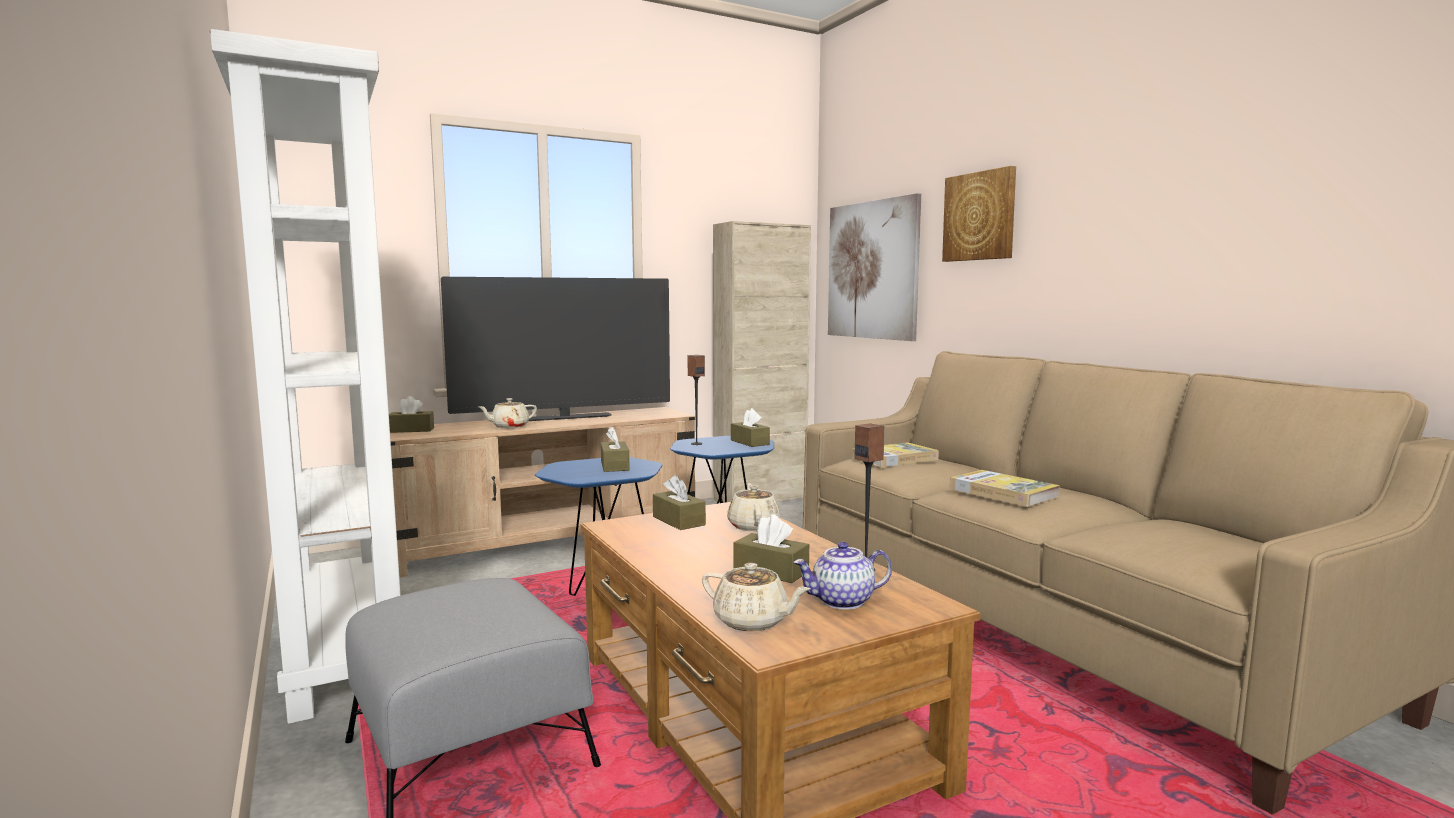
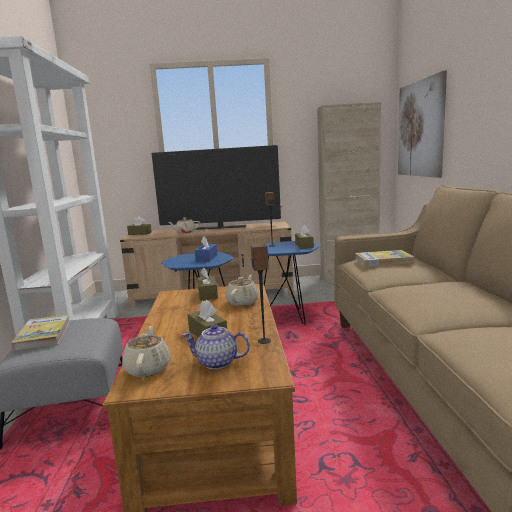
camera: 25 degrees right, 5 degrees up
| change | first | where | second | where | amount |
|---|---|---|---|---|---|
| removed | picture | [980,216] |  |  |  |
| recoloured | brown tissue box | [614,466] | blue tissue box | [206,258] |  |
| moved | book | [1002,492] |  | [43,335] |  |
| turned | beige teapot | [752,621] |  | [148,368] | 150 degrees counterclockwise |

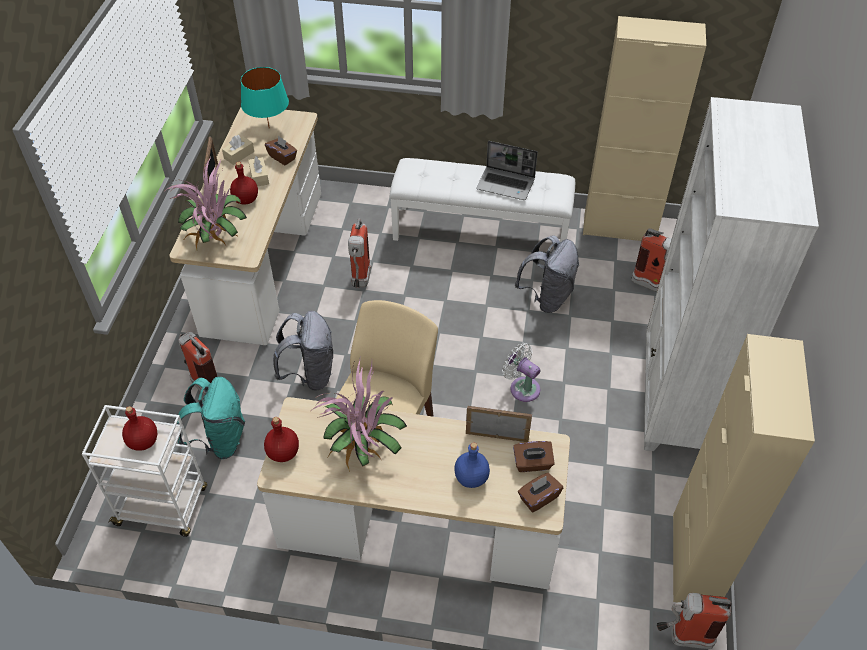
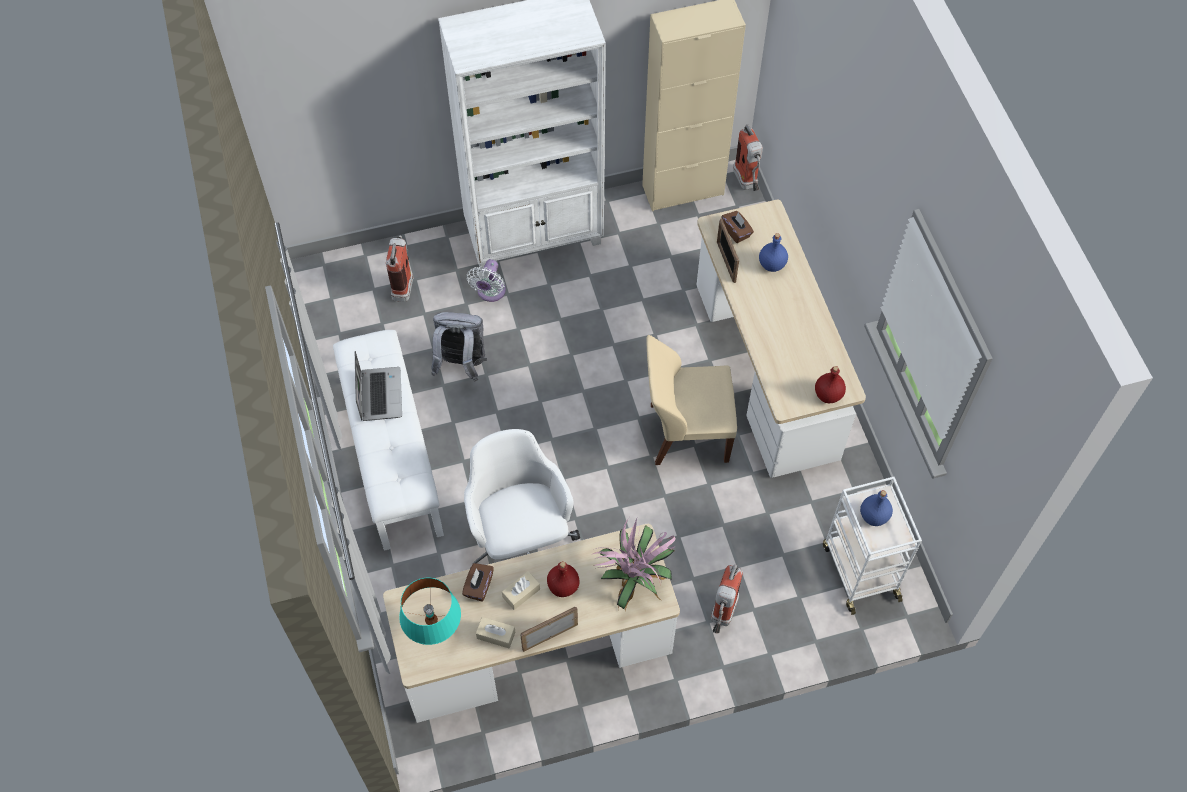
camera: 115 degrees left, 10 degrees up
| change | first | where | second | where | amount |
|---|---|---|---|---|---|
| removed | beige cabinet | [619,228] |  |  |  |
| replaced | fire extinguisher | [360,282] | white office chair | [520,538] |  |
| removed | grey backpack | [310,374] |  |  |  |
| moved | white fan | [522,387] |  | [490,292] |  |
| removed | potted plant | [363,450] |  |  |  |
| removed | turquoise backpack | [220,440] |  |  |  |
| recoloured | red bottle | [143,441] | blue bottle | [874,516] |  |
| removed | brown tissue box | [538,498] |  |  |  |

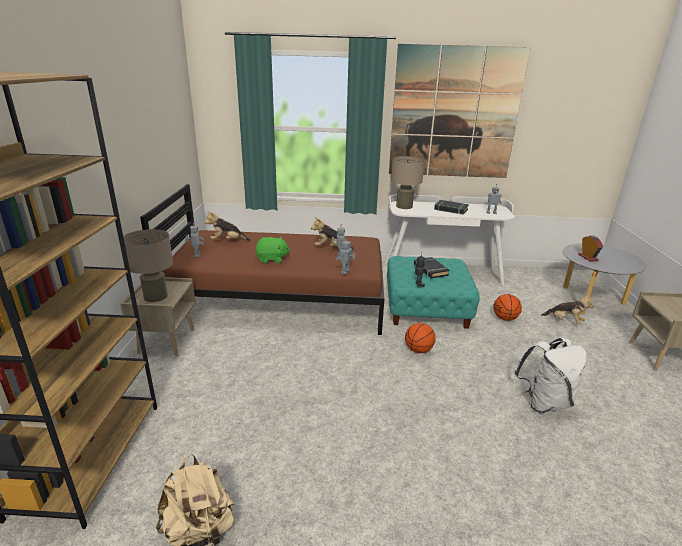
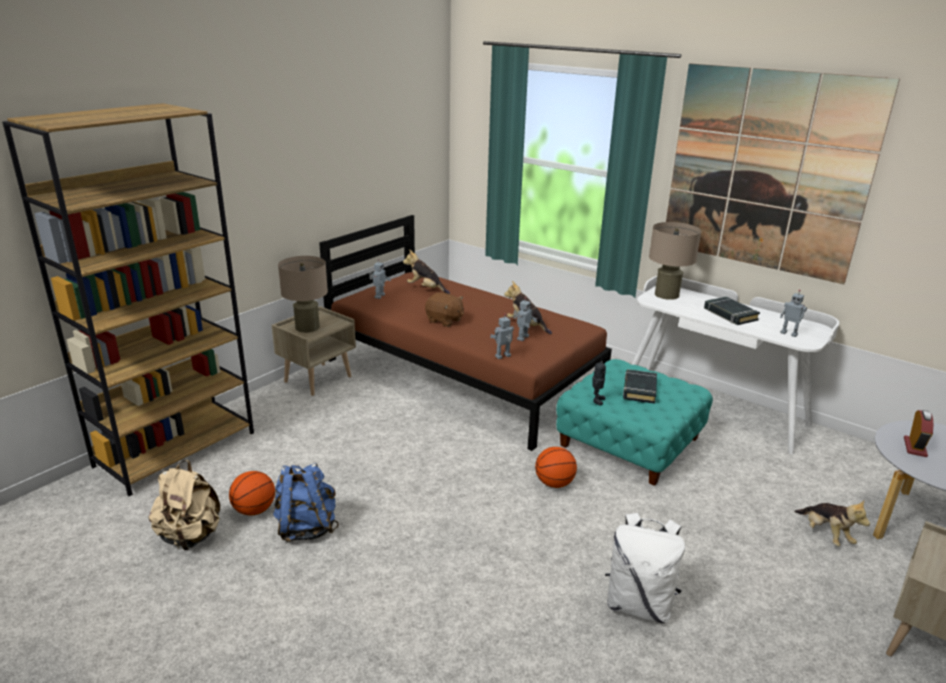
camera: 35 degrees right, 0 degrees up
| change | first | where | second | where | amount |
|---|---|---|---|---|---|
| recoloured | green plush toy | [272,259] | brown plush toy | [444,320] |  |
| moved | basketball | [505,318] |  | [254,510] |  |
| added |  |  | blue backpack | [306,527] |  |

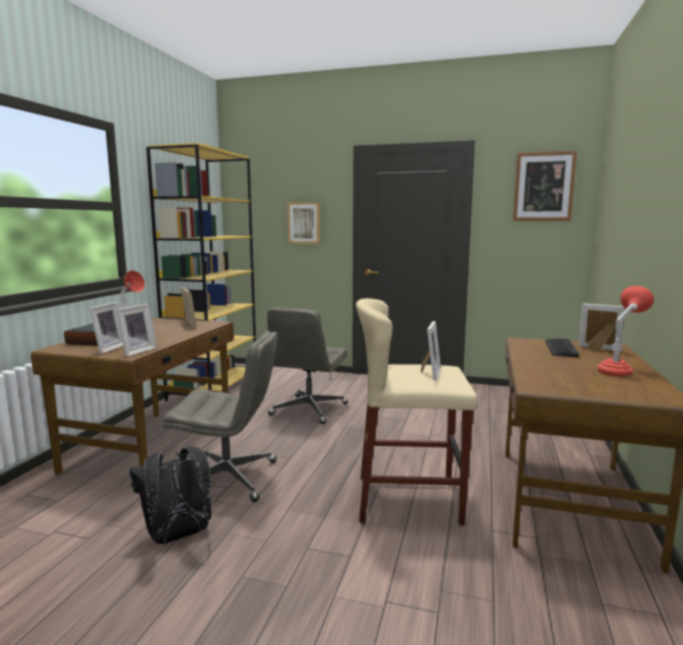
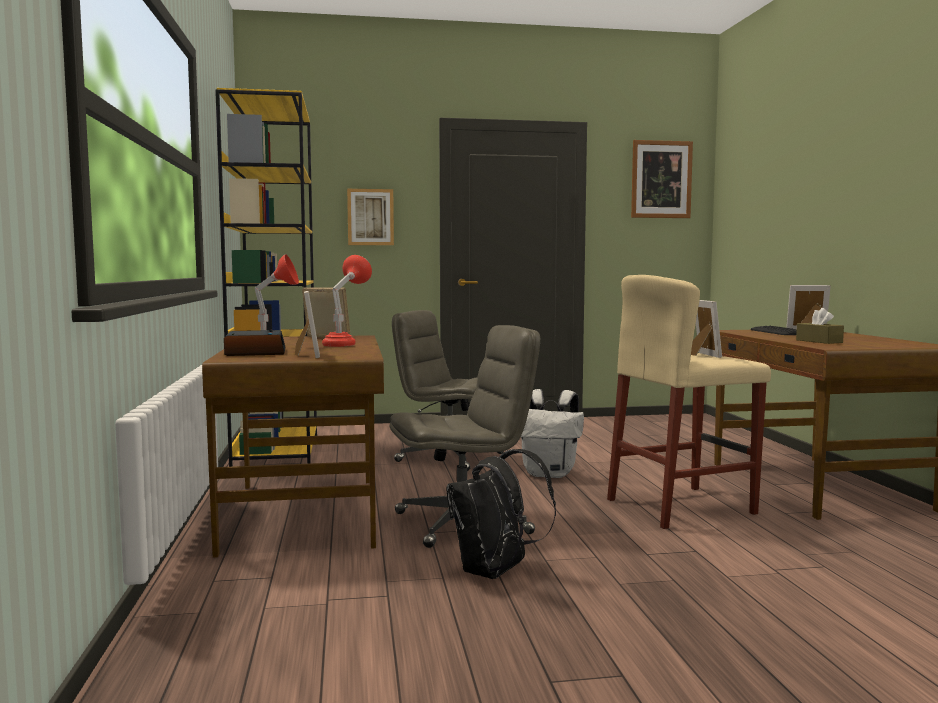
camera: 25 degrees left, 5 degrees down
| change | first | where | second | where | amount |
|---|---|---|---|---|---|
| moved | red table lamp | [619,370] |  | [345,344] |  |
| removed | picture frame | [136,351] |  |  |  |
| turned | grey office chair | [309,410] |  | [448,457] | 120 degrees clockwise |
| added |  |  | brown tissue box | [819,341] |  |
| added |  |  | white backpack | [550,474] |  |

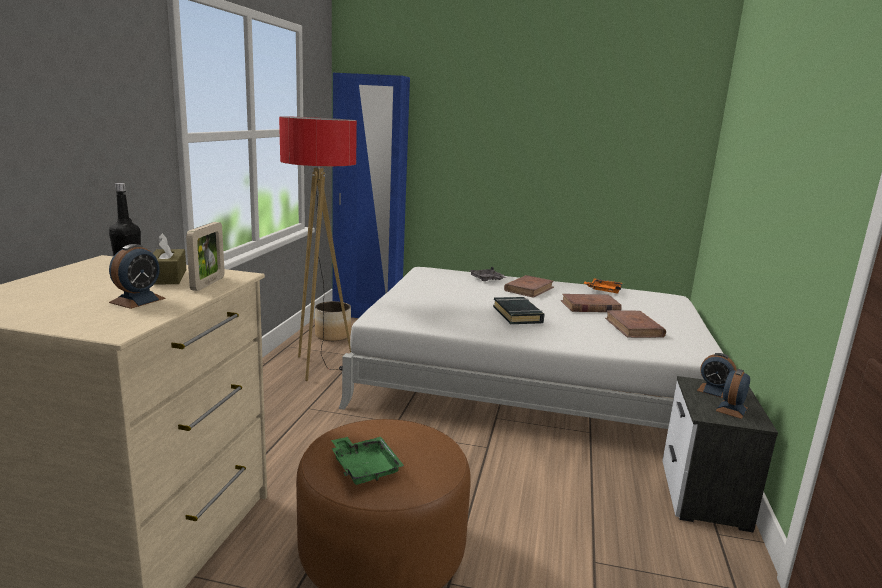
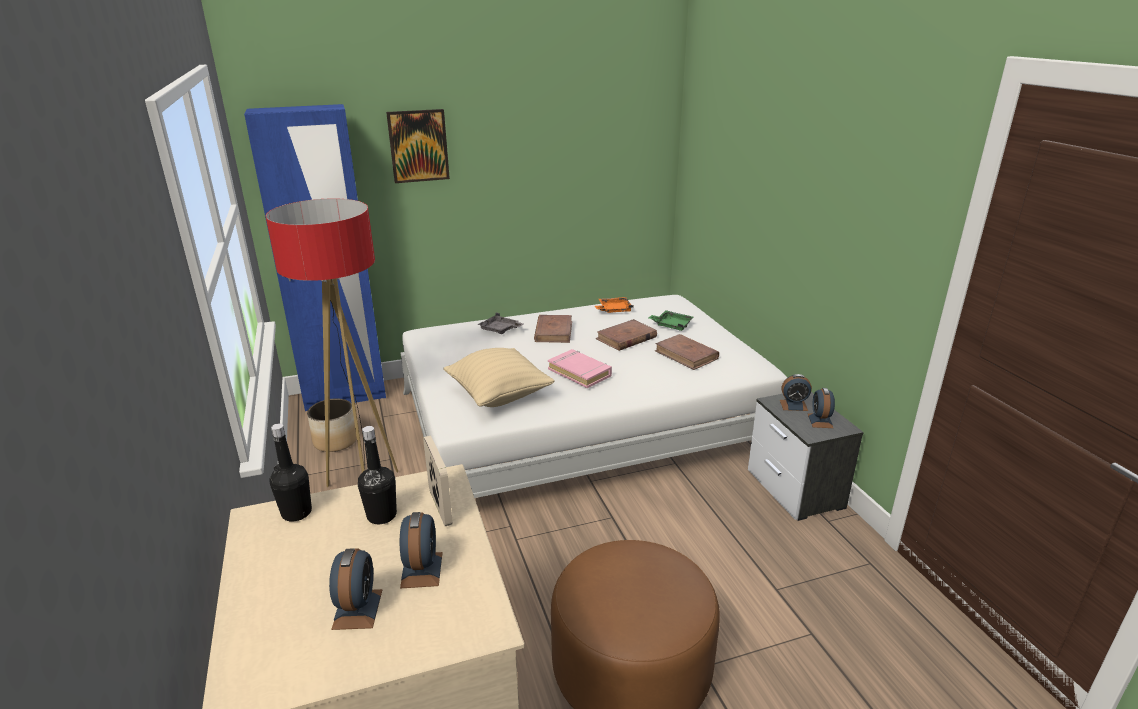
camera: 30 degrees left, 10 degrees up
| change | first | where | second | where | amount |
|---|---|---|---|---|---|
| replaced | brown tissue box | [168,277] | black bottle | [382,515] |  |
| recoloured | black book | [518,315] | pink book | [580,372] |  |
| moved | green tray | [365,467] |  | [671,325] |  |
| added |  |  | picture | [418,146] |  |
| added |  |  | beige pillow | [499,396] |  |
| added |  |  | alarm clock | [357,609] |  |

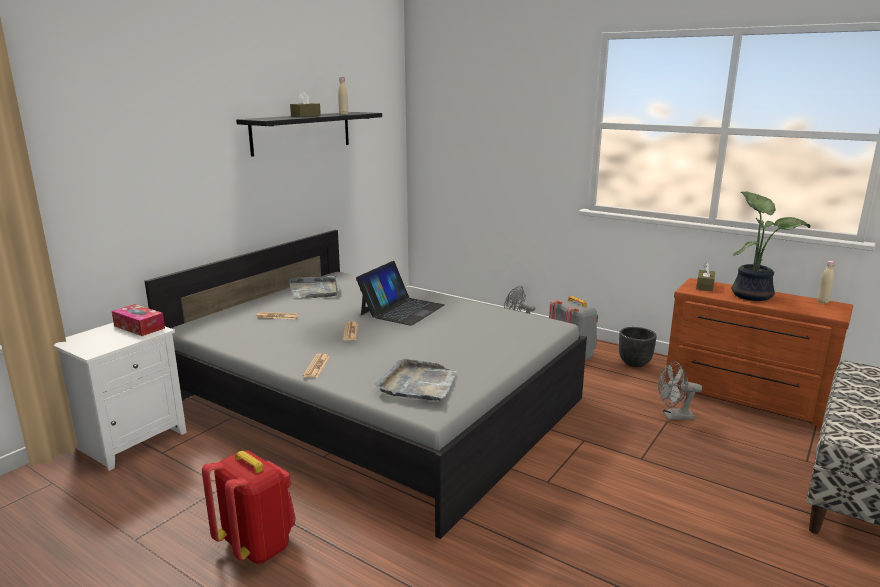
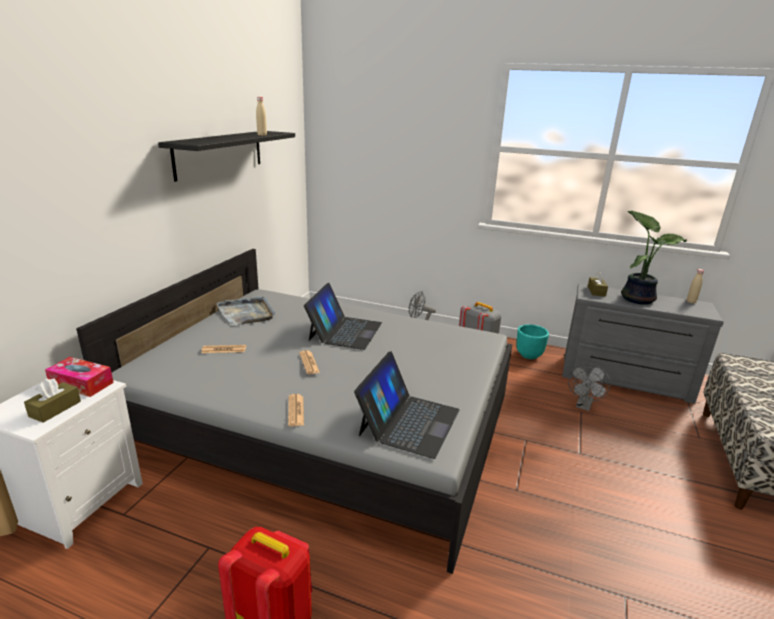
camera: 15 degrees left, 5 degrees up
| change | first | where | second | where | amount |
|---|---|---|---|---|---|
| moved | brown tissue box | [305,116] |  | [55,409] |  |
| recoloured | brown dresser | [744,397] | grey dresser | [625,380] |  |
| recoloured | black planter | [634,363] | turquoise planter | [529,355] |  |
| replaced | grey tray | [418,384] | laptop | [408,422] |  |
| turned | grey fan | [673,416] |  | [584,406] | 45 degrees counterclockwise |

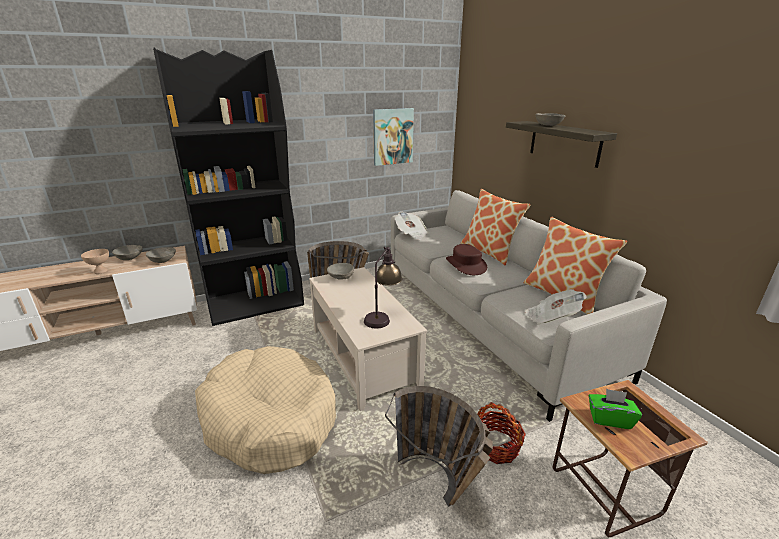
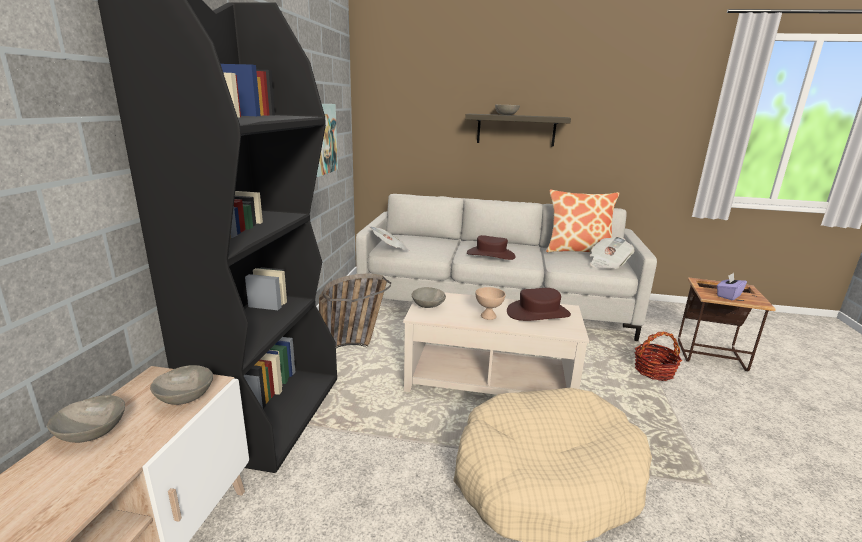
camera: 55 degrees left, 5 degrees down
| change | first | where | second | where | amount |
|---|---|---|---|---|---|
| removed | pillow | [489,252] |  |  |  |
| replaced | table lamp | [382,316] | brown hat | [538,313] |  |
| moved | beige bowl | [101,271] |  | [488,316] |  |
| removed | basket | [441,487] |  |  |  |
| recoloured | green tissue box | [609,419] | purple tissue box | [728,295] |  |

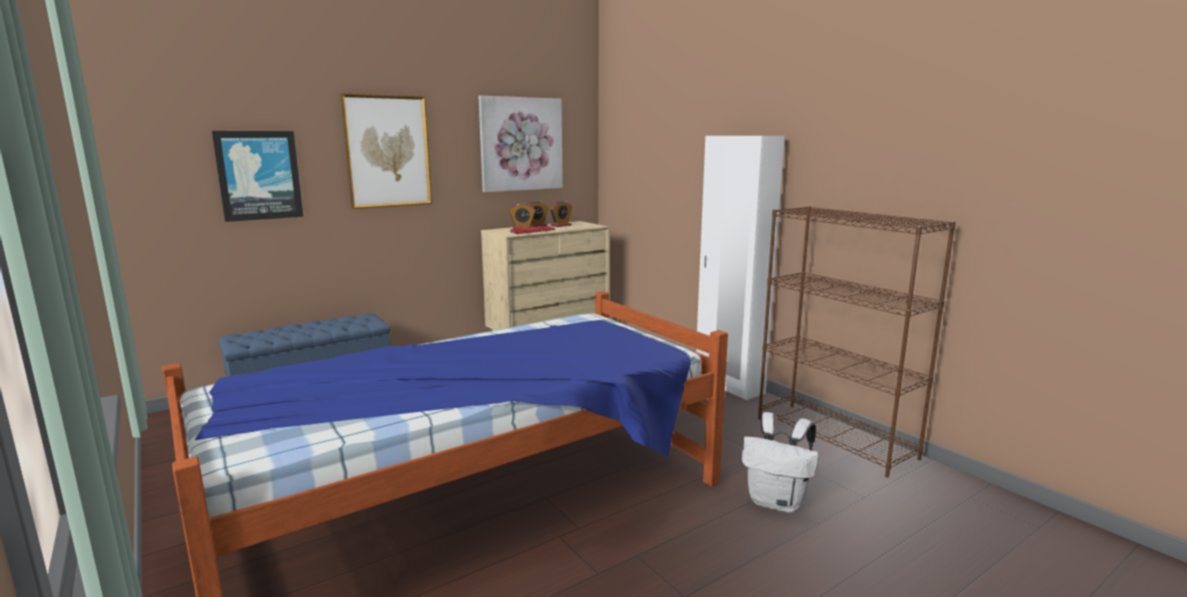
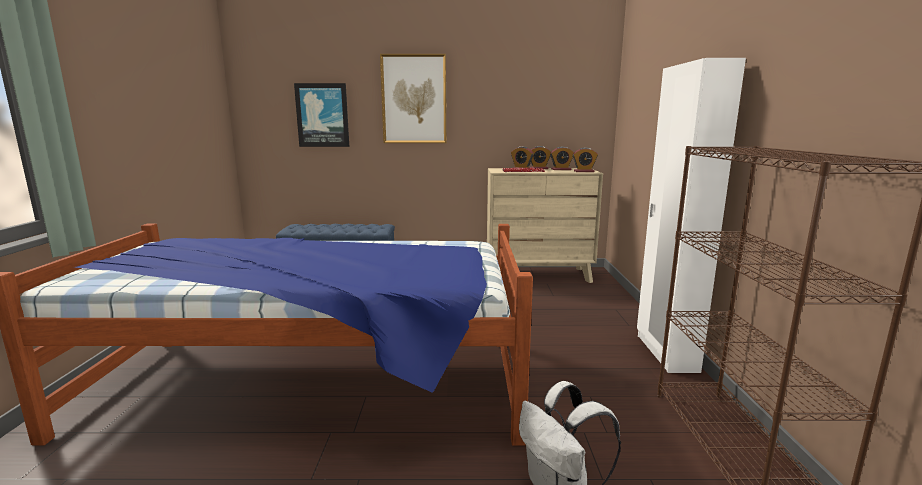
camera: 35 degrees right, 0 degrees up
| change | first | where | second | where | amount |
|---|---|---|---|---|---|
| removed | picture | [521,144] |  |  |  |
| added |  |  | alarm clock | [584,171] |  |

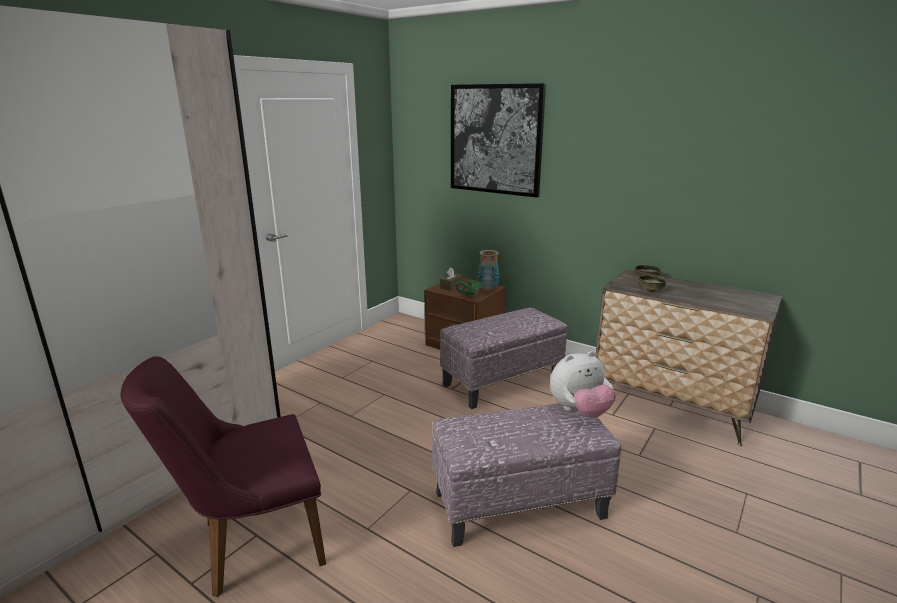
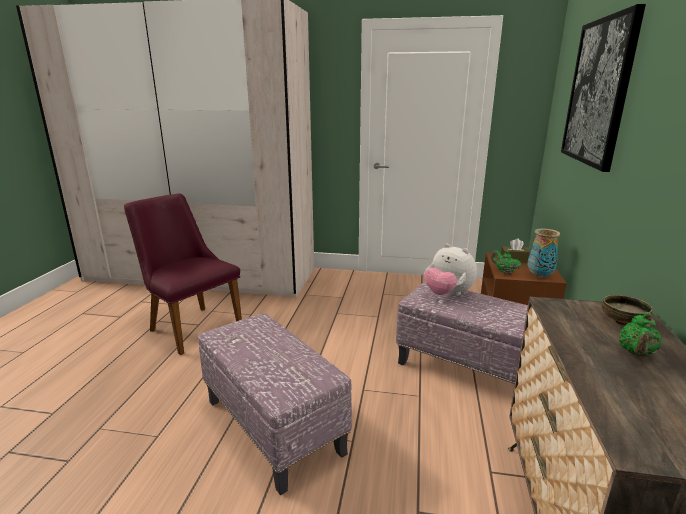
camera: 65 degrees right, 0 degrees up
| change | first | where | second | where | amount |
|---|---|---|---|---|---|
| removed | bowl | [650,290] |  |  |  |
| moved | plush toy | [579,411] |  | [447,294] |  |
| added |  |  | green teapot | [636,353] |  |

